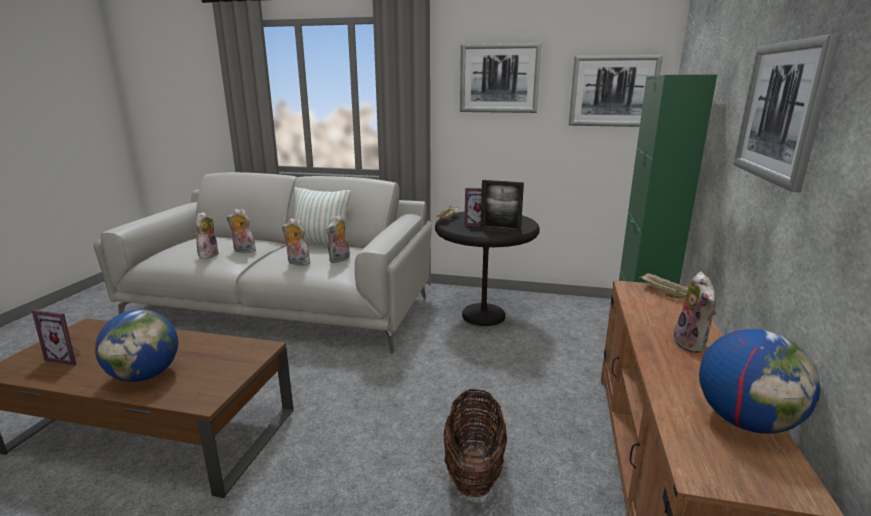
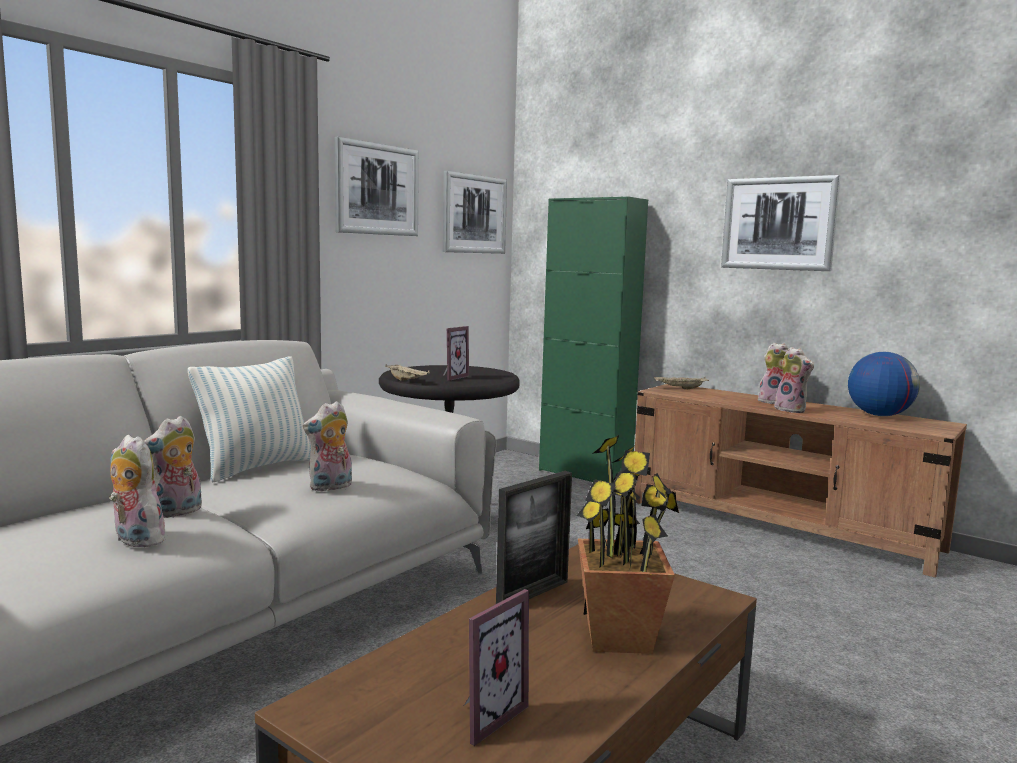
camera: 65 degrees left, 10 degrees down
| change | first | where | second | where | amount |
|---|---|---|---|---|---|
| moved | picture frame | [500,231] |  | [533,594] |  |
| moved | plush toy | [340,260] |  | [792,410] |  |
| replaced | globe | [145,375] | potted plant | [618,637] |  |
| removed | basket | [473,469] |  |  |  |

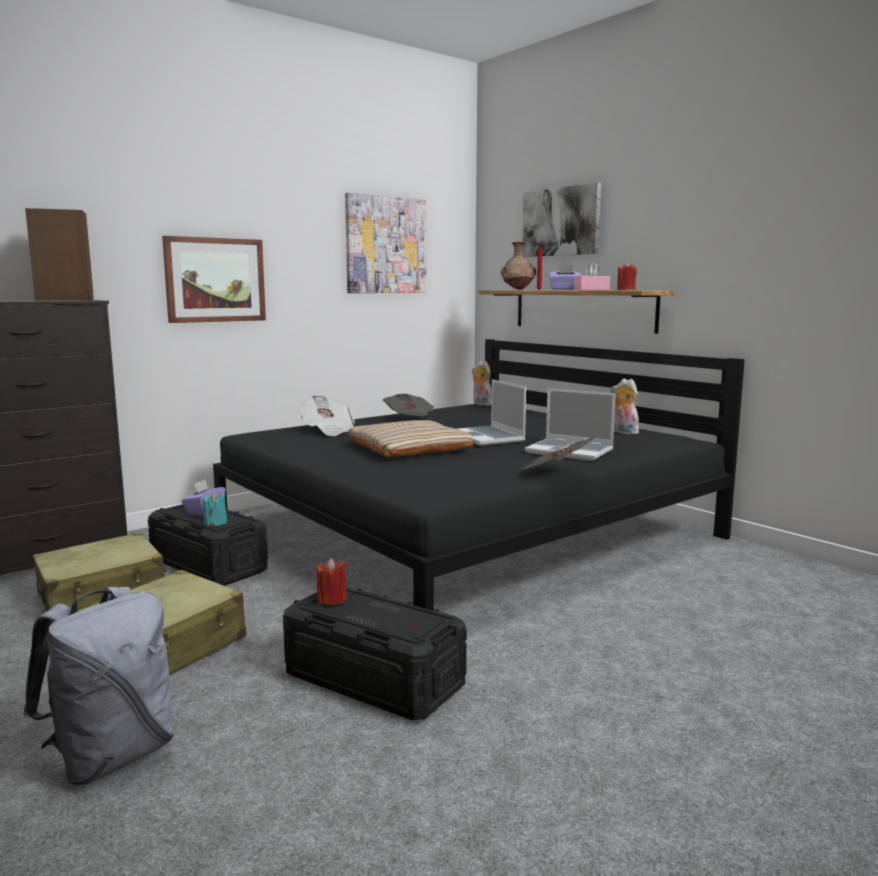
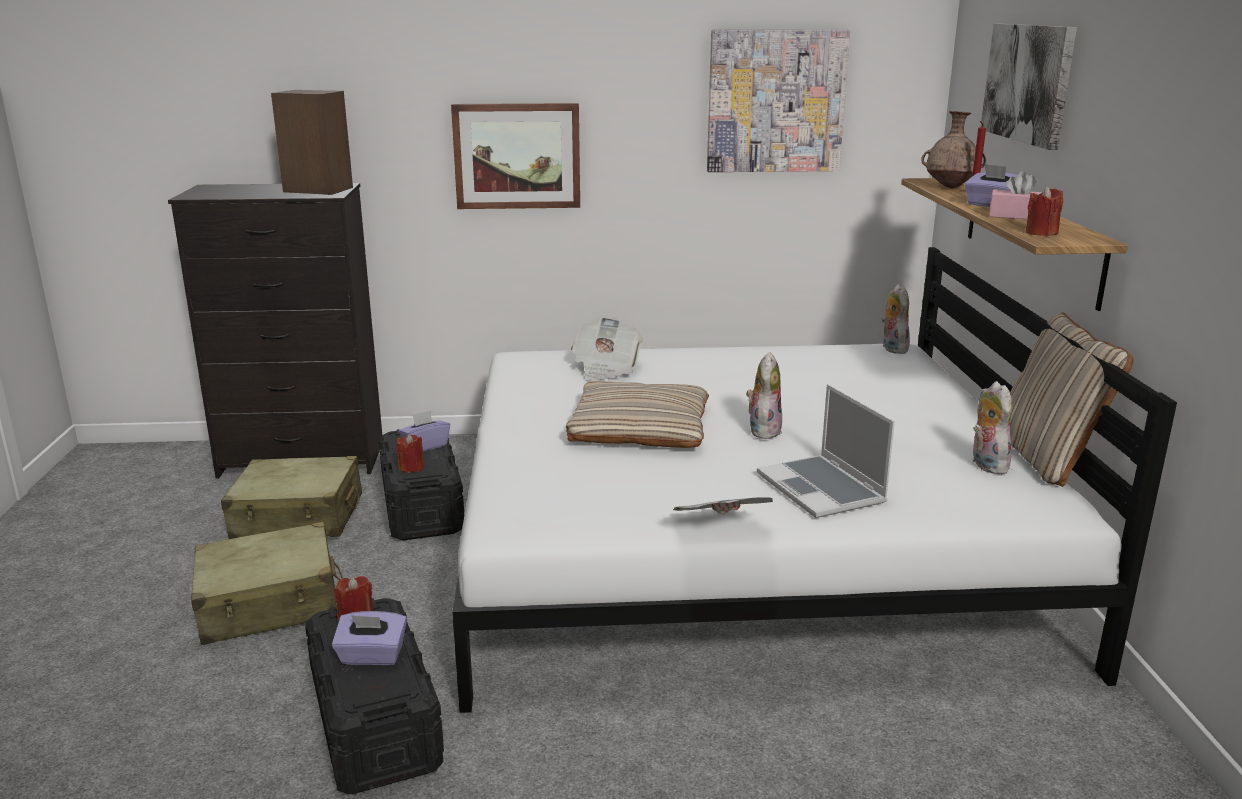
camera: 35 degrees right, 10 degrees up
| change | first | where | second | where | amount |
|---|---|---|---|---|---|
| recoloured | black bed | [467,531] | white bed | [741,544] |  |
| replaced | laptop | [488,437] | plush toy | [763,430] |  |
| removed | newspaper | [410,420] |  |  |  |
| recoloured | turquoise candle | [215,523] | red candle | [411,467] |  |
| removed | grey backpack | [112,756] |  |  |  |
| added |  |  | beige pillow | [1047,458] |  |
| added |  |  | purple tissue box | [372,656] |  |

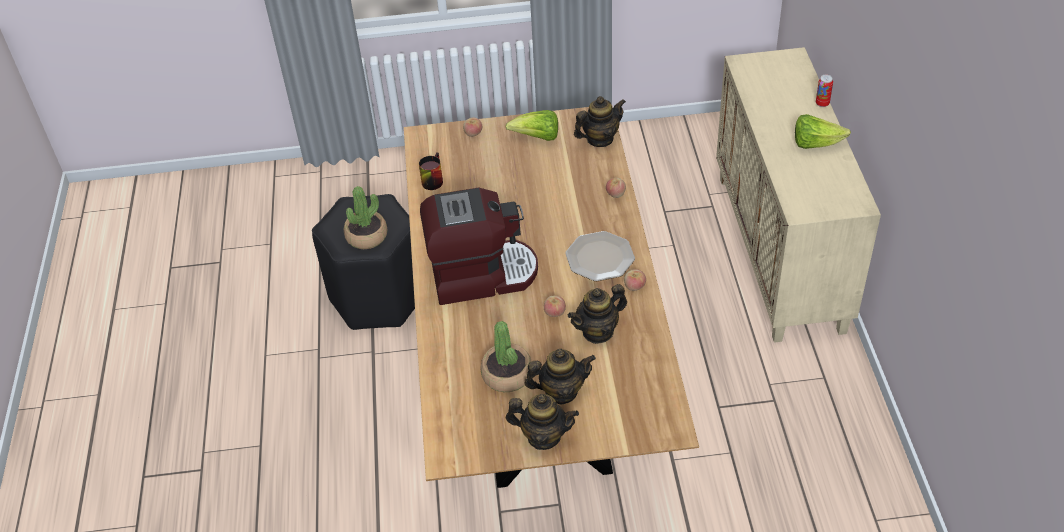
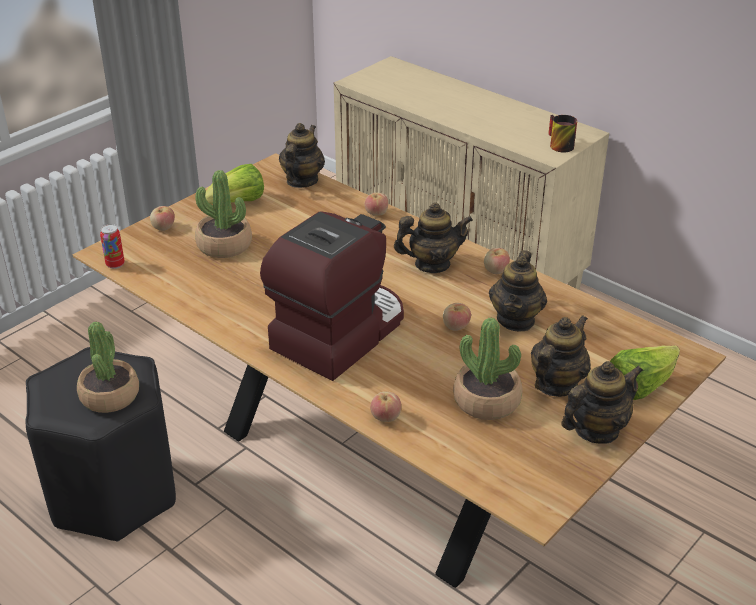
camera: 45 degrees left, 10 degrees down
| change | first | where | second | where | amount |
|---|---|---|---|---|---|
| moved | can | [822,103] |  | [115,264] |  |
| moved | lettuce | [815,144] |  | [640,386] |  |
| moved | mug | [431,179] |  | [557,145] |  |
| replaced | plate | [599,257] | teapot | [432,264] |  |
| added |  |  | potted plant | [224,245] |  |
| added |  |  | apple | [385,417] |  |

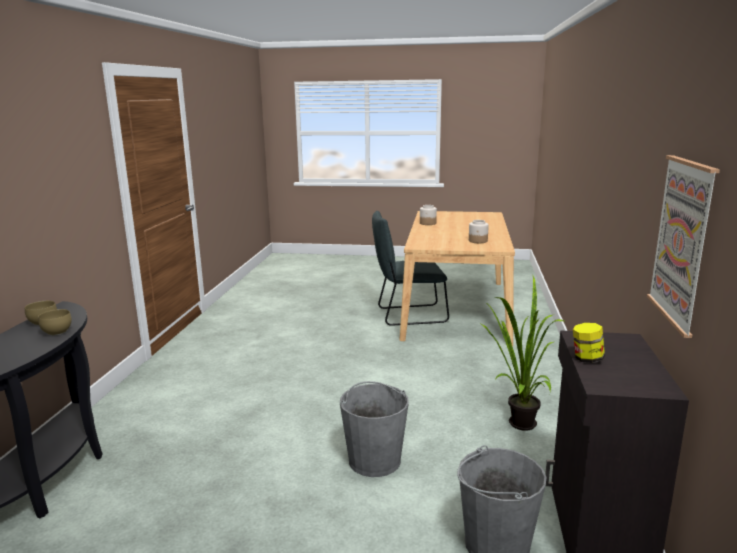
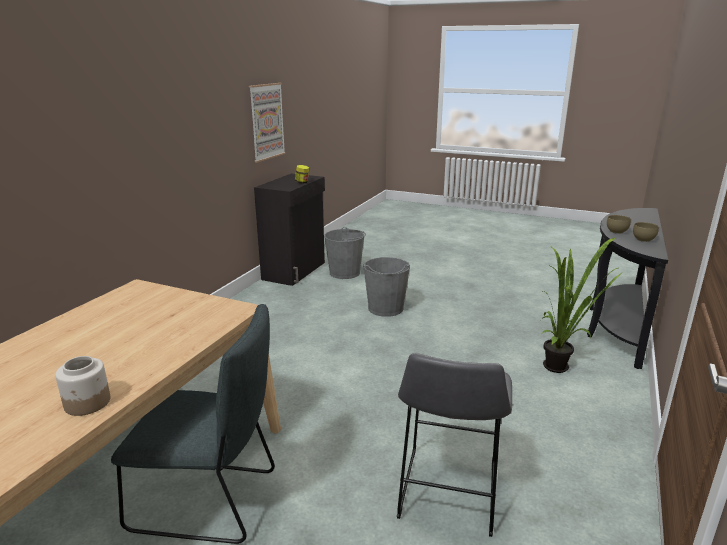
camera: 165 degrees left, 5 degrees up
| change | first | where | second | where | amount |
|---|---|---|---|---|---|
| removed | jar | [478,241] |  |  |  |
| moved | potted plant | [515,424] |  | [562,367] |  |
| added |  |  | grey stool | [447,494] |  |

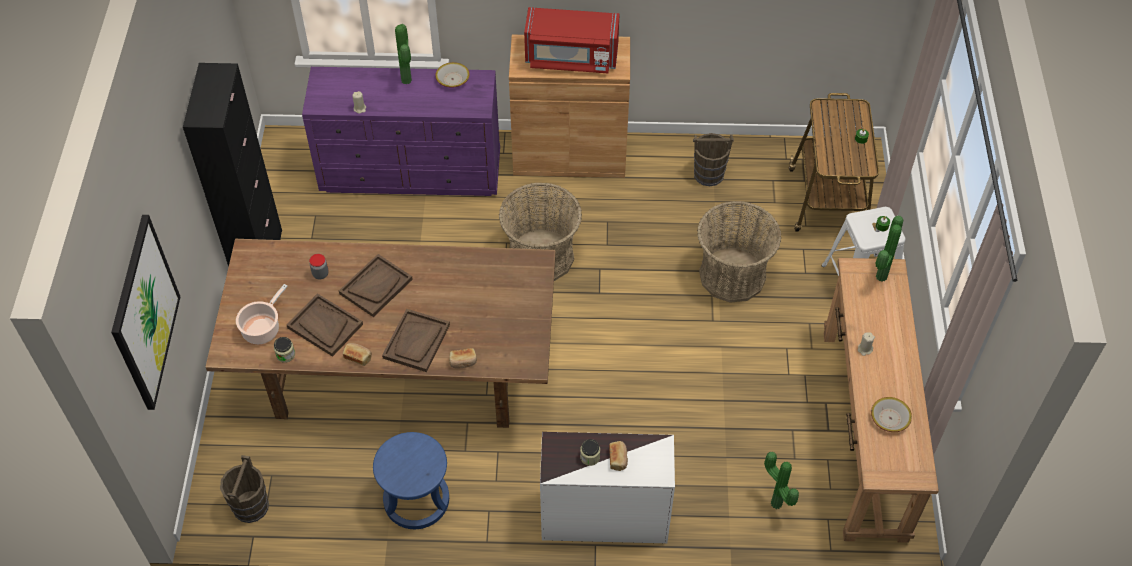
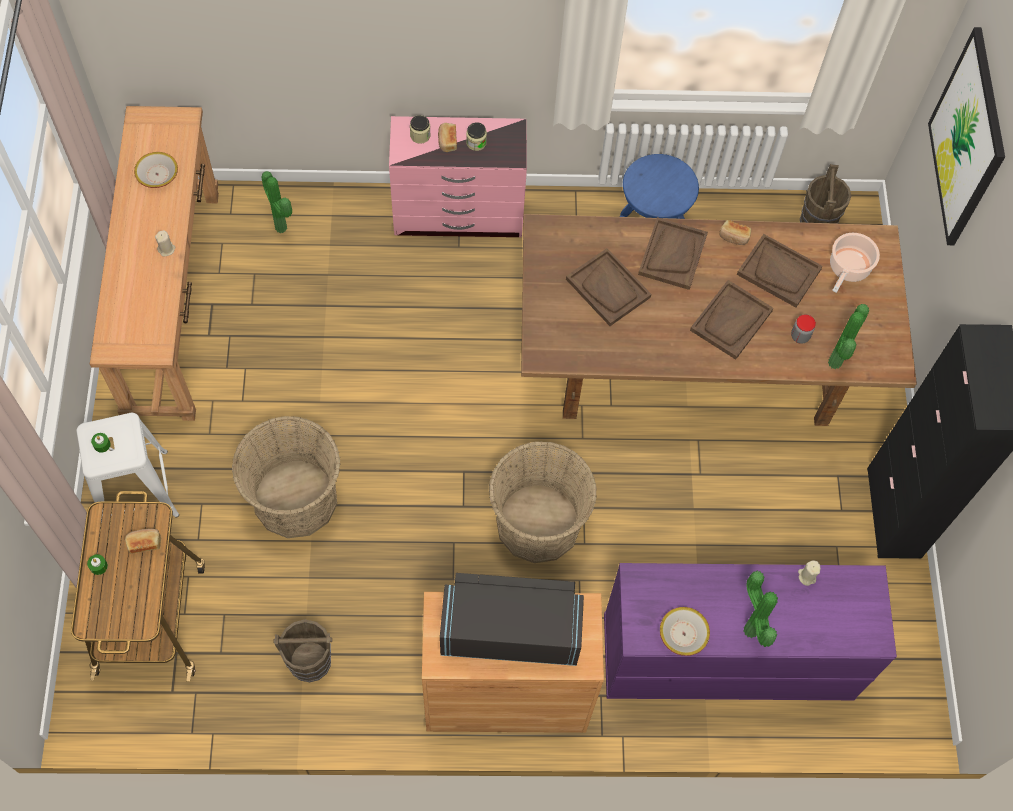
camera: 175 degrees right, 10 degrees up
| change | first | where | second | where | amount |
|---|---|---|---|---|---|
| recoloured | red microwave | [571,58] | black microwave | [510,632] |  |
| moved | potted plant | [879,276] |  | [837,363] |  |
| moved | jar | [285,355] |  | [420,135] |  |
| moved | bread | [463,362] |  | [144,542] |  |
| recoloured | white dresser | [604,515] | pink dresser | [459,215] |  |
| added |  |  | brown tray | [608,288] |  |

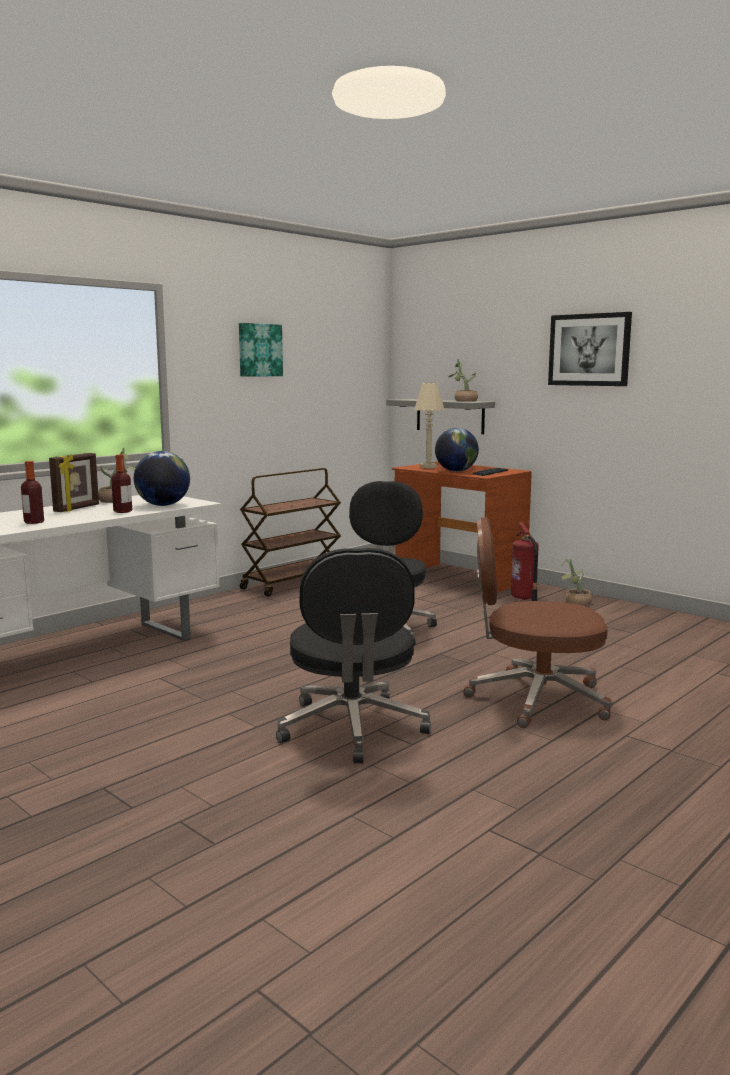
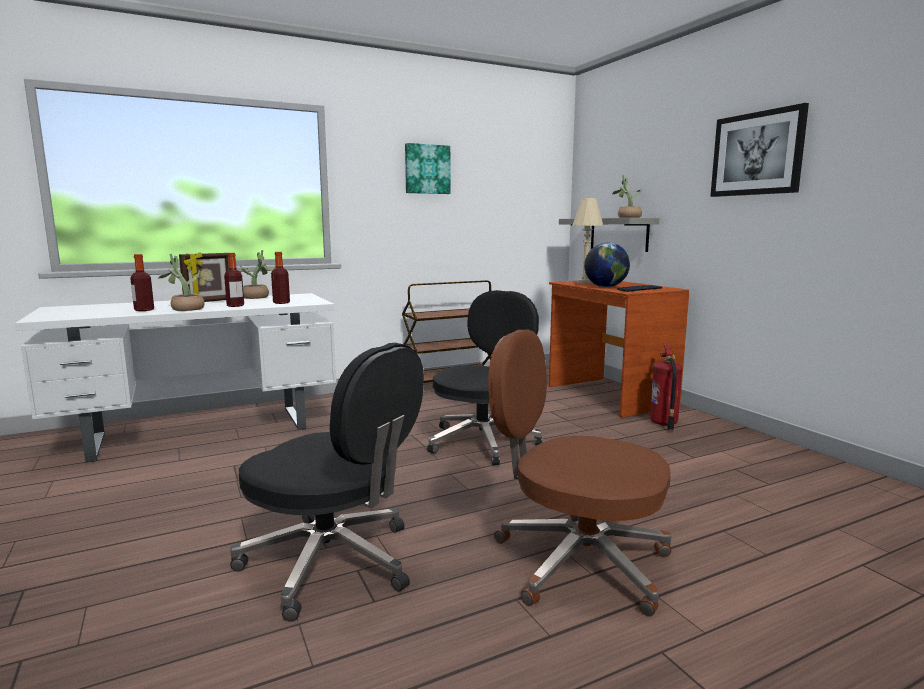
camera: 20 degrees right, 0 degrees up
| change | first | where | second | where | amount |
|---|---|---|---|---|---|
| replaced | globe | [163,505] | bottle | [281,303] |  |
| turned | black office chair | [352,729] |  | [333,563] | 75 degrees counterclockwise |
| moved | potted plant | [575,602] |  | [184,309] |  |

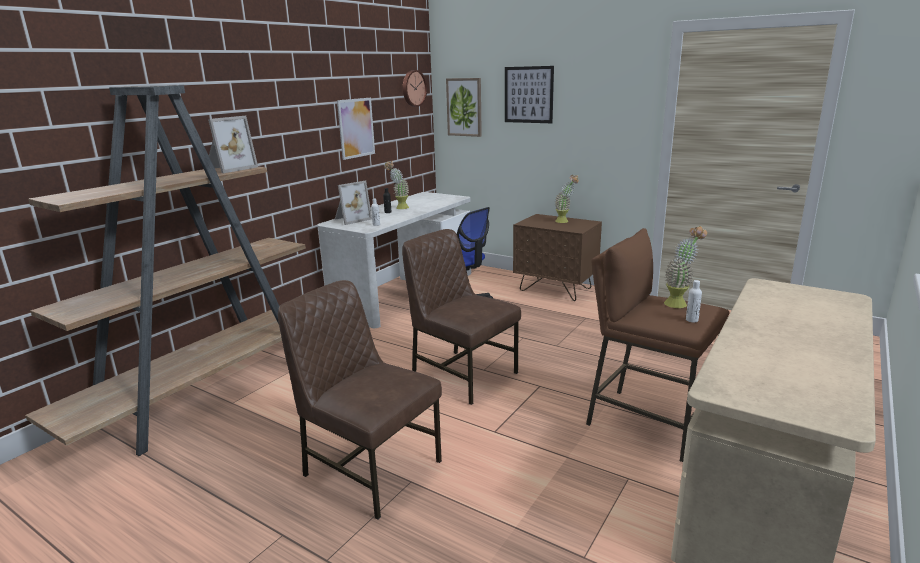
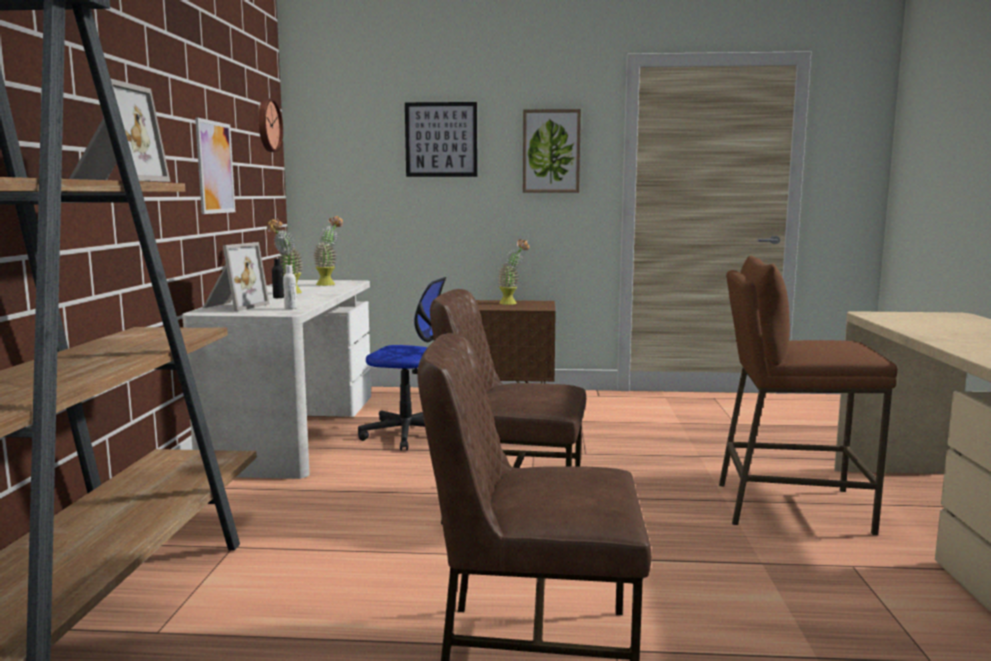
camera: 30 degrees left, 10 degrees down
| change | first | where | second | where | amount |
|---|---|---|---|---|---|
| moved | picture | [464,107] |  | [551,151] |  |
| moved | potted plant | [679,303] |  | [329,284] |  |
| removed | white bottle | [692,320] |  |  |  |

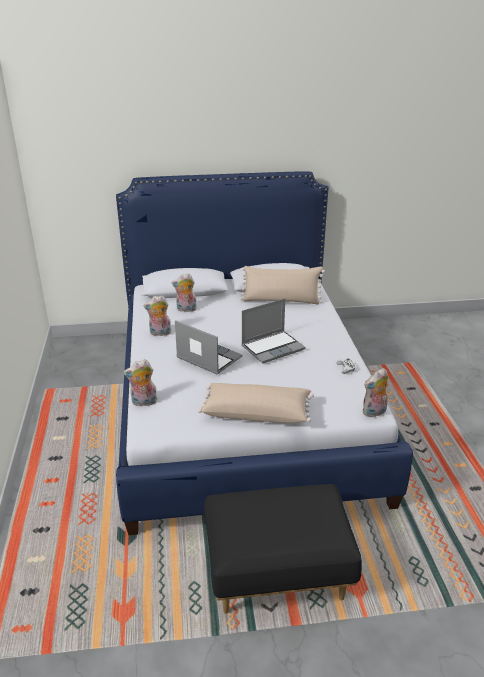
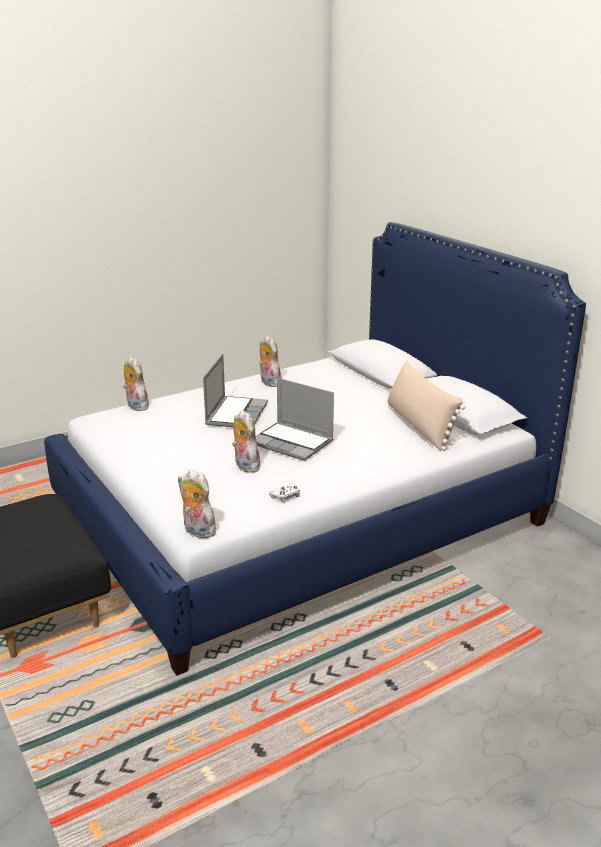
camera: 65 degrees right, 5 degrees down
| change | first | where | second | where | amount |
|---|---|---|---|---|---|
| moved | plush toy | [186,309] |  | [244,466] |  |
| removed | beige pillow | [256,412] |  |  |  |

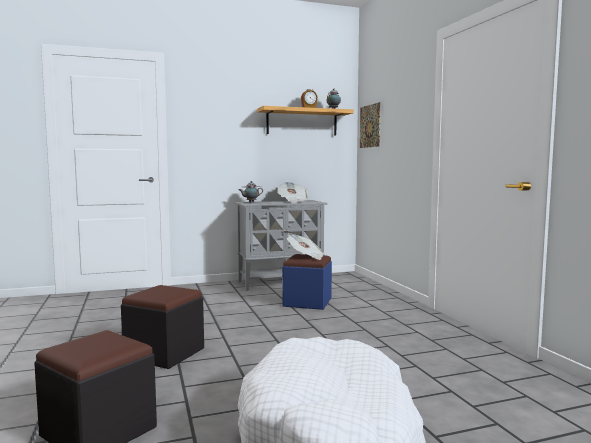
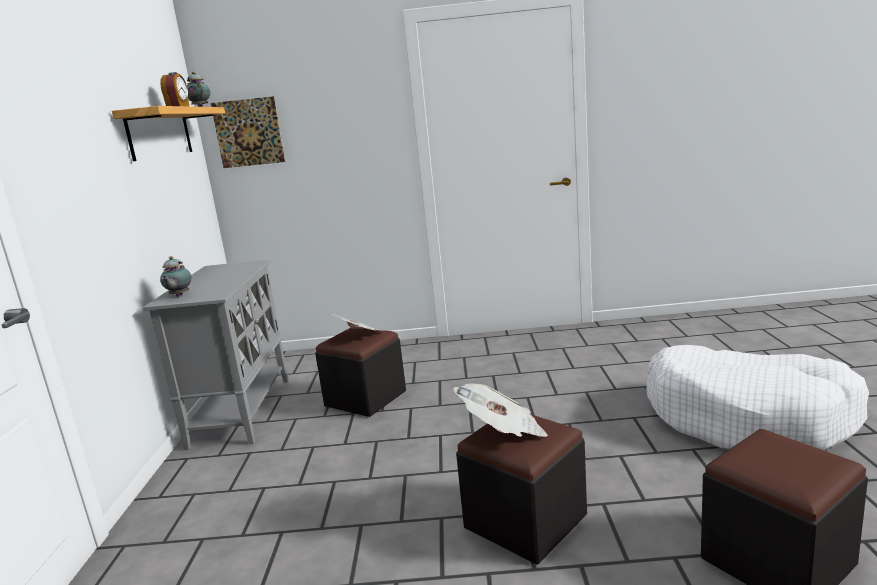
camera: 70 degrees left, 10 degrees up
| change | first | where | second | where | amount |
|---|---|---|---|---|---|
| moved | newspaper | [292,201] |  | [503,431] |  |
| recoloured | blue ottoman | [307,302] | black ottoman | [365,398] |  |

